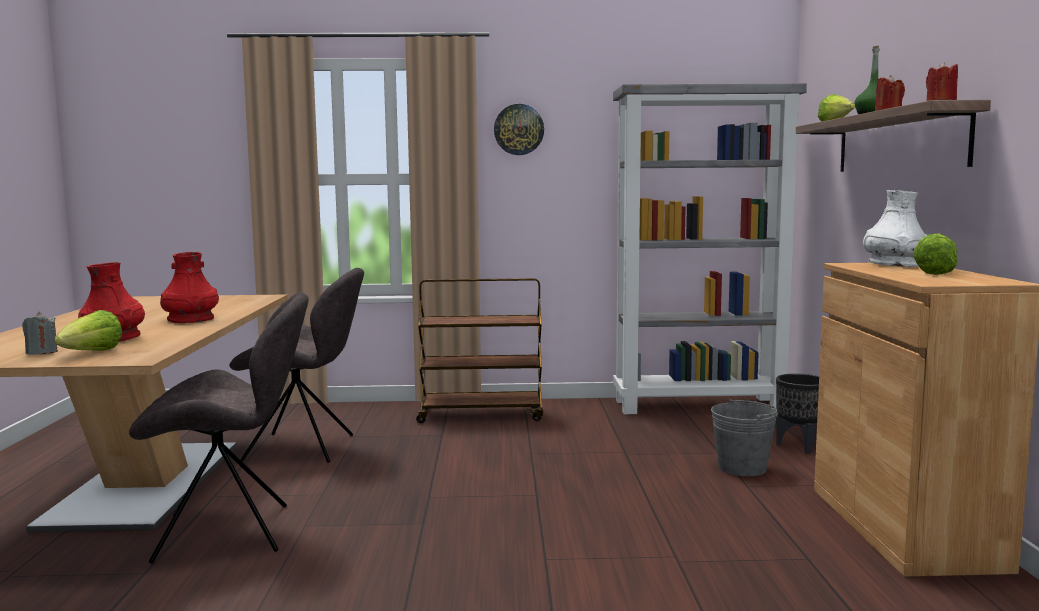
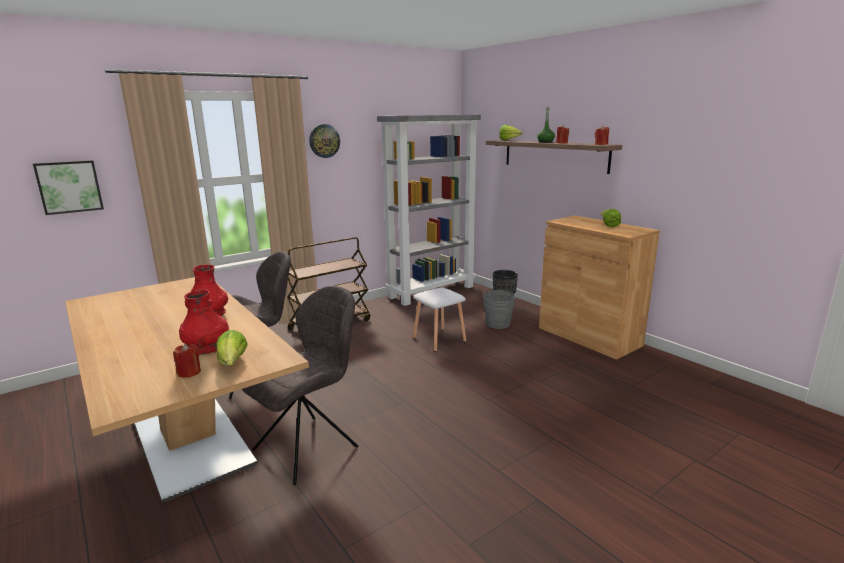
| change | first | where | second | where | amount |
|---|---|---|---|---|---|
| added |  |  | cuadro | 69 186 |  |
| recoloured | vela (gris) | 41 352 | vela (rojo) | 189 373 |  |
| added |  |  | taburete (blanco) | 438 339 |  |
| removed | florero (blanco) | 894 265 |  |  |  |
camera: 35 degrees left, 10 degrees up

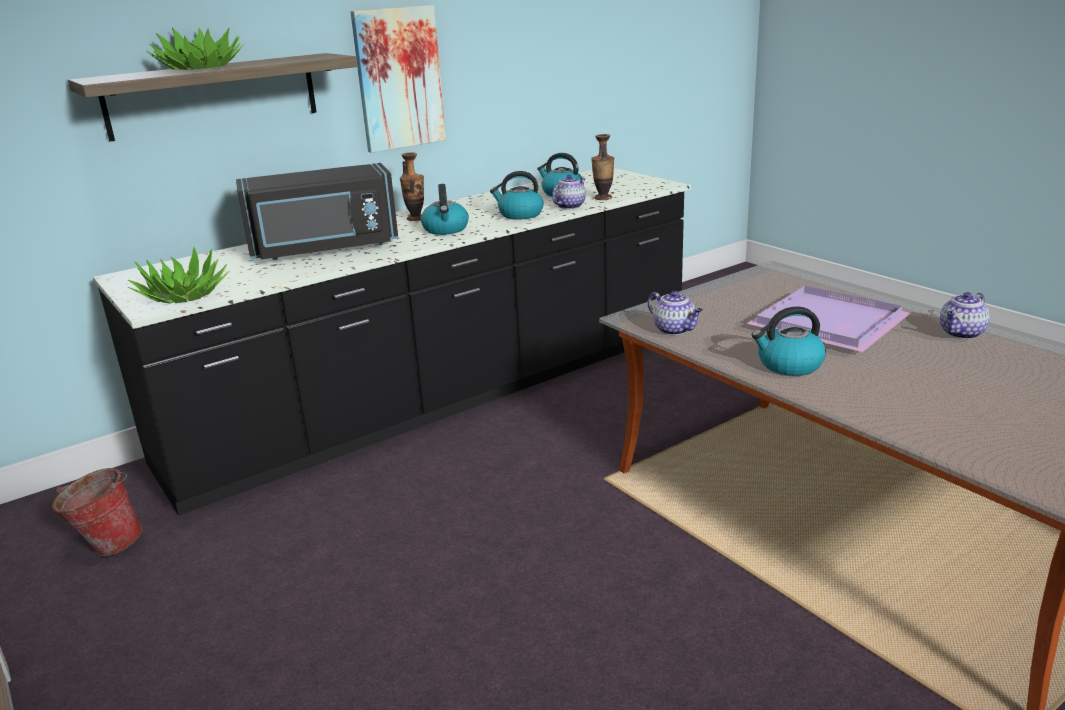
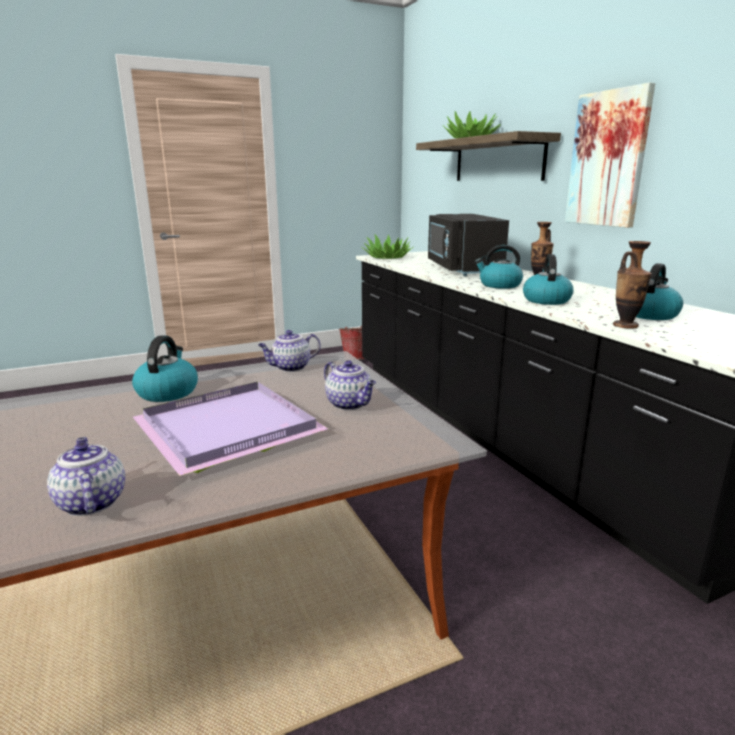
| change | first | where | second | where | amount |
|---|---|---|---|---|---|
| moved | tetera | 569 206 |  | 350 404 |  |
camera: 100 degrees right, 5 degrees down

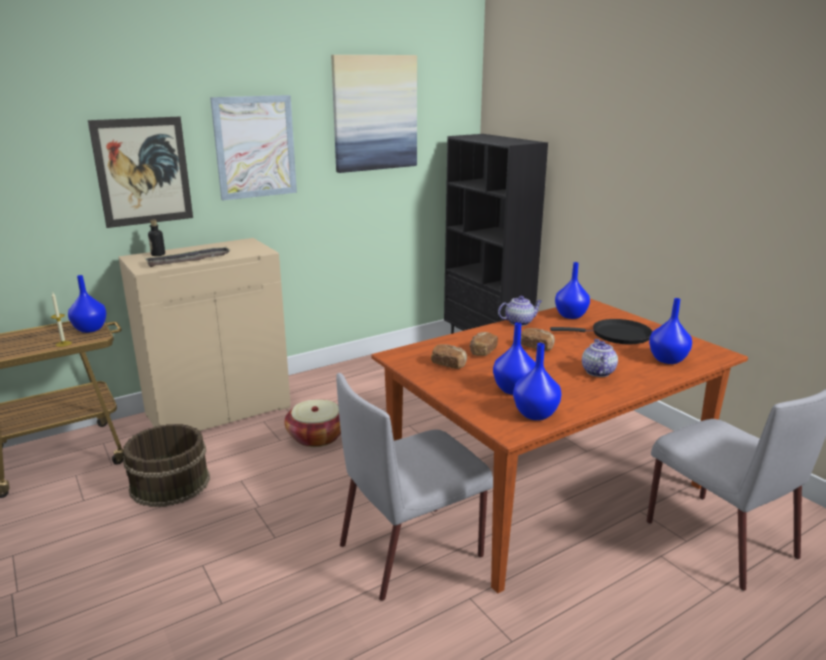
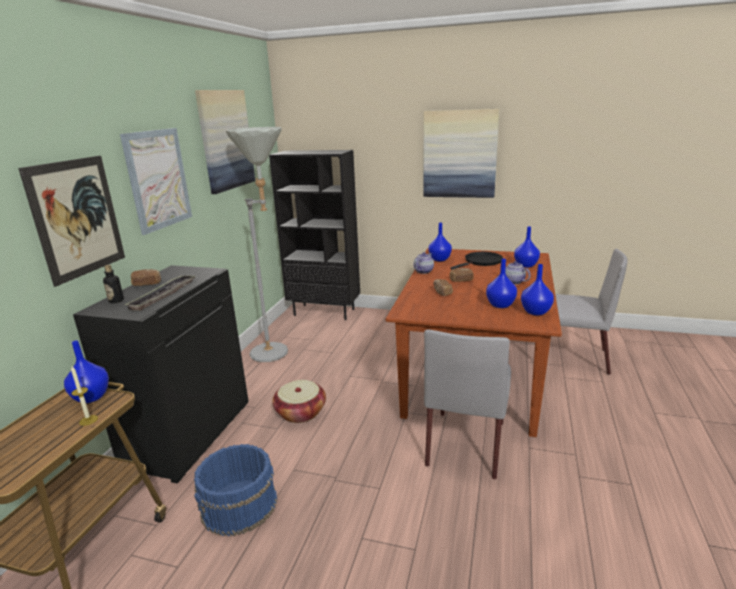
| change | first | where | second | where | amount |
|---|---|---|---|---|---|
| recoloured | armario (beis) | 219 410 | armario (negro) | 189 434 |  |
| moved | pan | 449 364 |  | 147 284 |  |
| recoloured | cubo (marrón) | 169 484 | cubo (azul) | 239 506 |  |
| added |  |  | lámpara de pie (gris) | 277 352 |  |
| added |  |  | cuadro | 459 154 |  |
camera: 40 degrees left, 0 degrees up

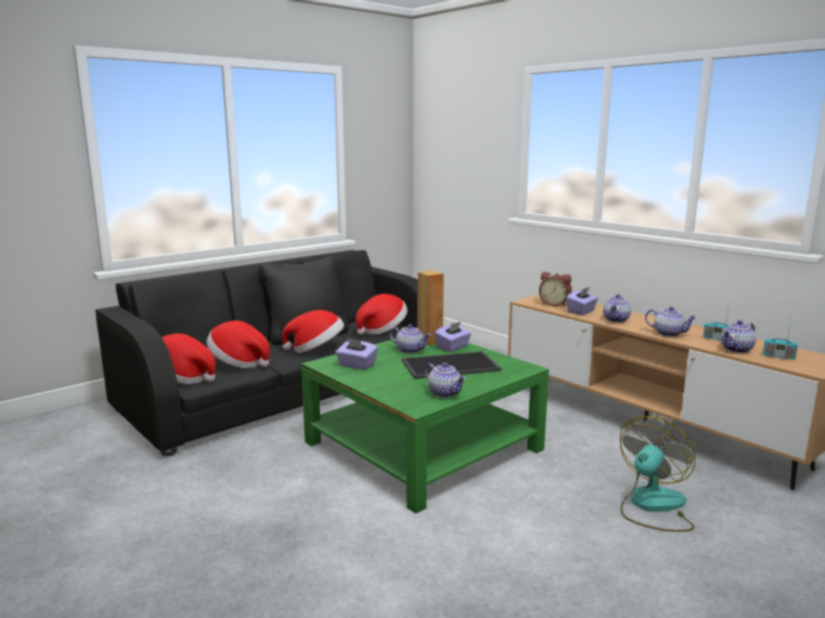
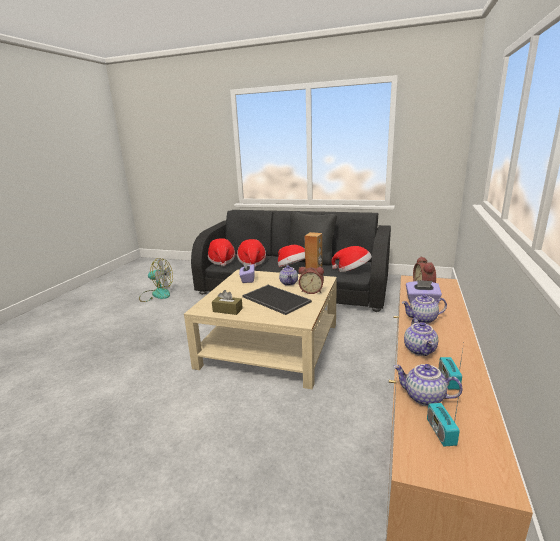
| change | first | where | second | where | amount |
|---|---|---|---|---|---|
| moved | ventilador | 652 506 |  | 156 294 |  |
| recoloured | mesa de centro (verde) | 423 445 | mesa de centro (beis) | 270 345 |  |
| replaced | tetera | 445 393 | caja de pañuelos (marrón) | 227 310 |  |
| replaced | caja de pañuelos (morado) | 453 347 | despertador | 311 291 |  |
camera: 60 degrees right, 5 degrees up

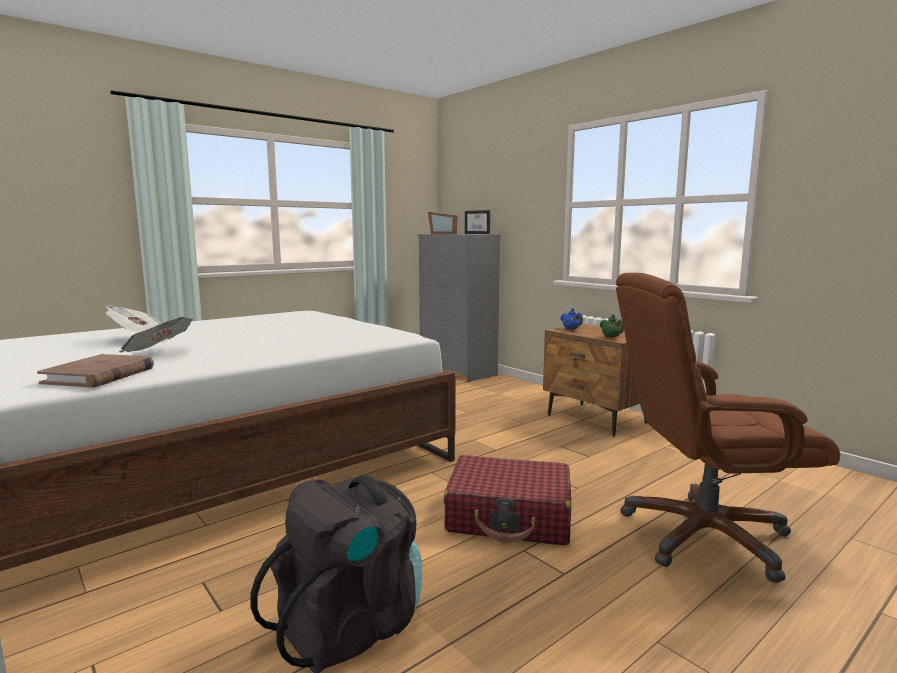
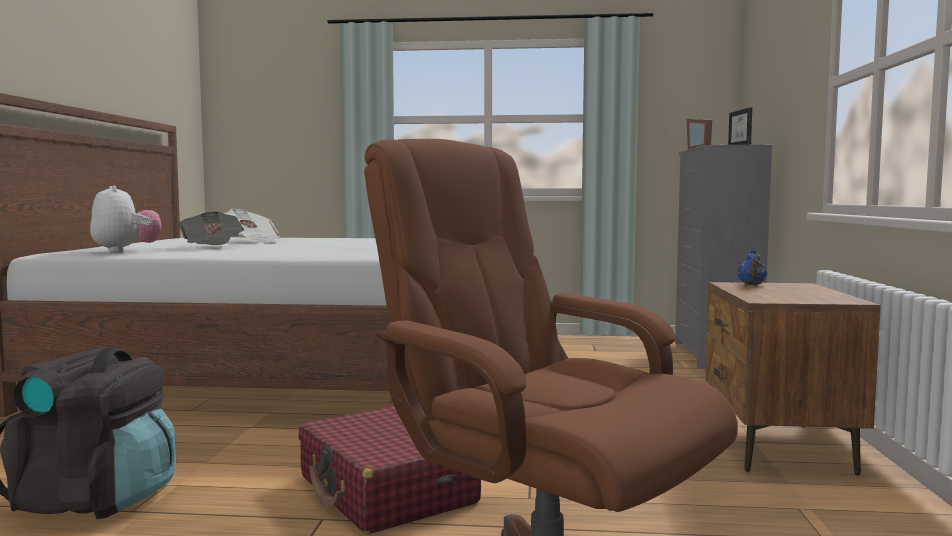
| change | first | where | second | where | amount |
|---|---|---|---|---|---|
| replaced | libro (marrón) | 100 375 | peluche | 126 251 |  |
| removed | tetera (verde) | 611 337 |  |  |  |
camera: 45 degrees right, 5 degrees down

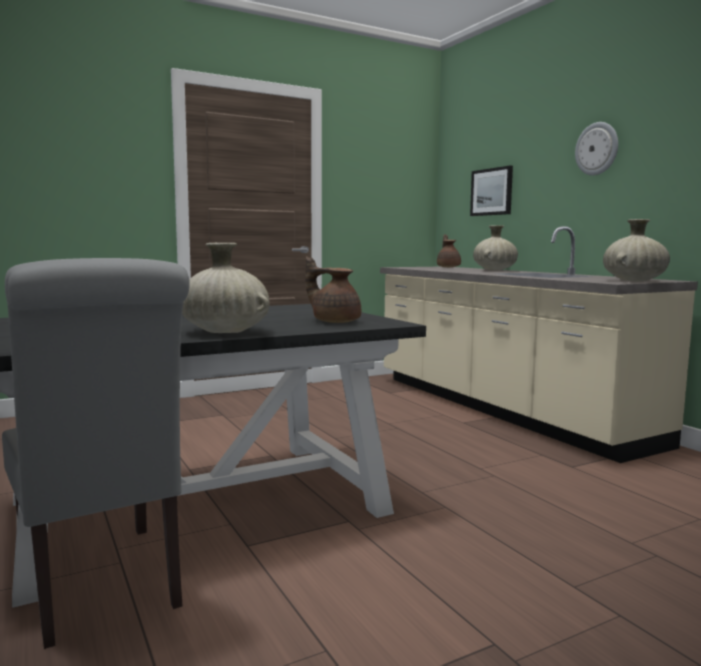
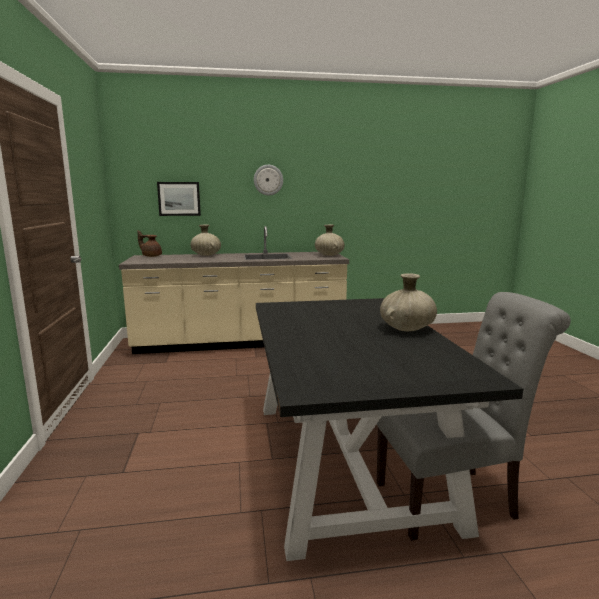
| change | first | where | second | where | amount |
|---|---|---|---|---|---|
| removed | tetera (marrón) | 335 321 |  |  |  |
camera: 70 degrees left, 5 degrees up

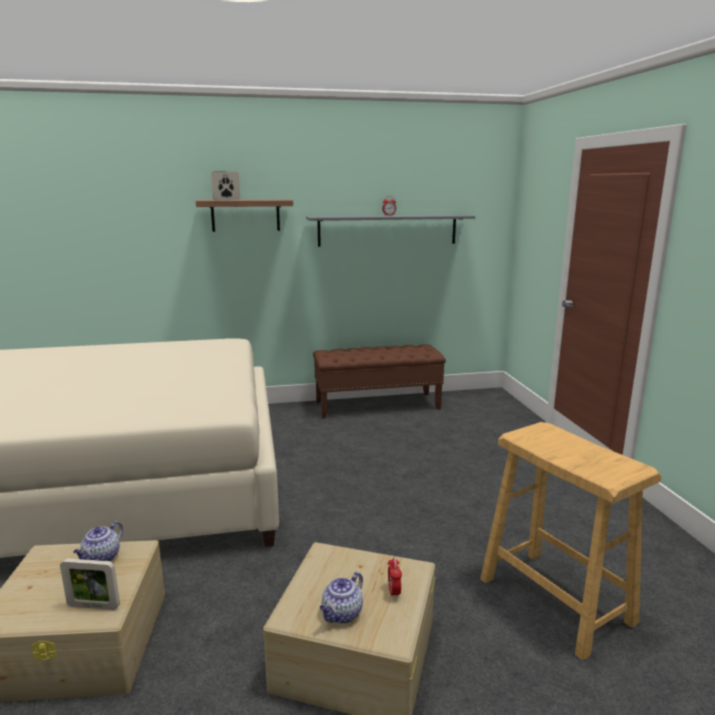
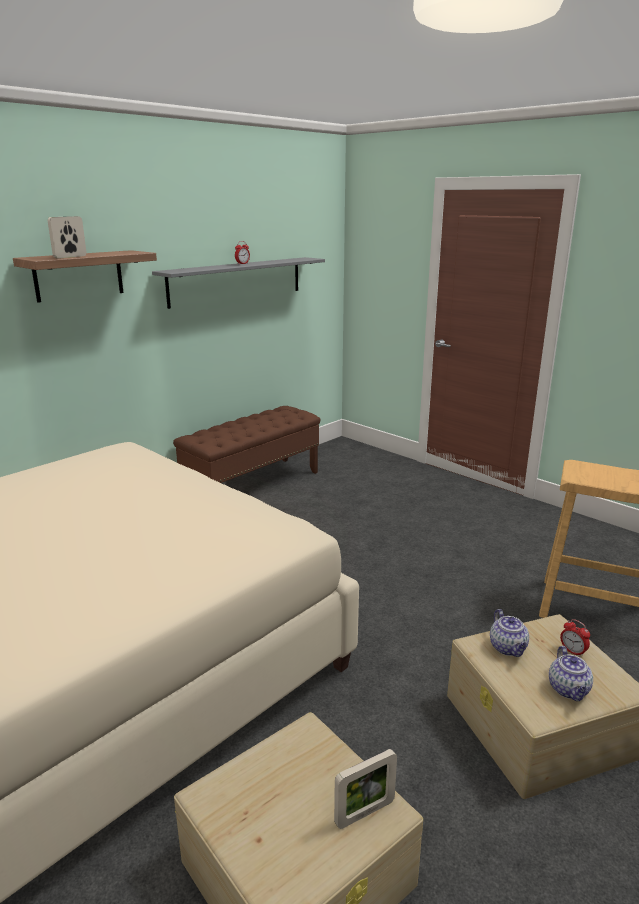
| change | first | where | second | where | amount |
|---|---|---|---|---|---|
| moved | tetera | 101 558 |  | 508 648 |  |
camera: 35 degrees left, 5 degrees up

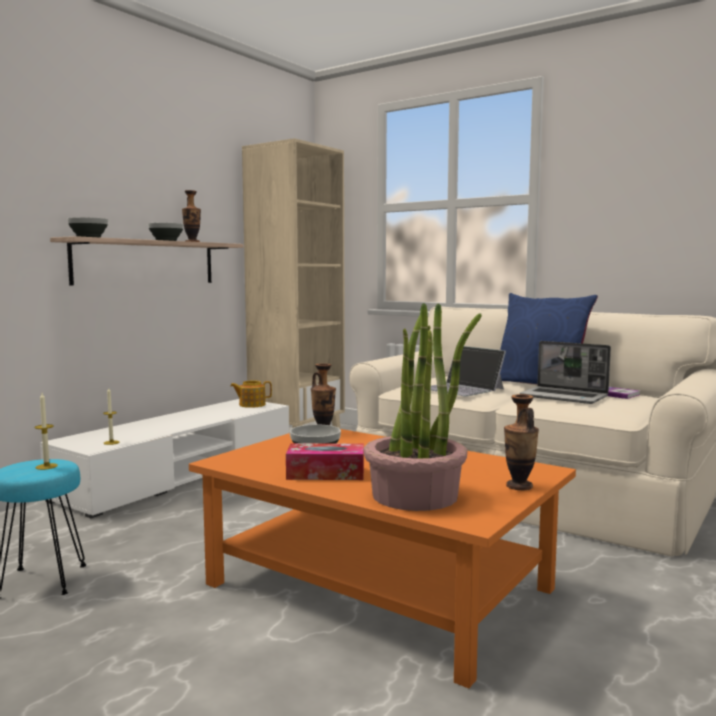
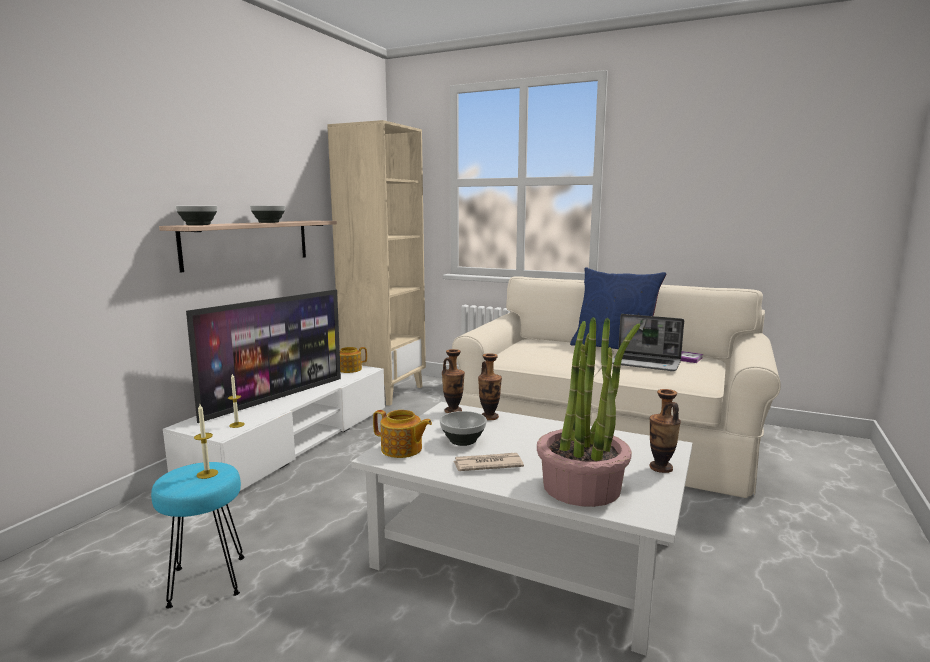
| change | first | where | second | where | amount |
|---|---|---|---|---|---|
| added |  |  | televisor | 275 398 |  |
| recoloured | mesa de centro (naranja) | 379 586 | mesa de centro (blanco) | 526 552 |  |
| added |  |  | tetera | 402 449 |  |
| replaced | caja de pañuelos | 326 473 | periódico | 487 465 |  |
| moved | florero | 192 242 |  | 489 417 |  |
| removed | portátil | 462 388 |  |  |  |
camera: 10 degrees left, 5 degrees up

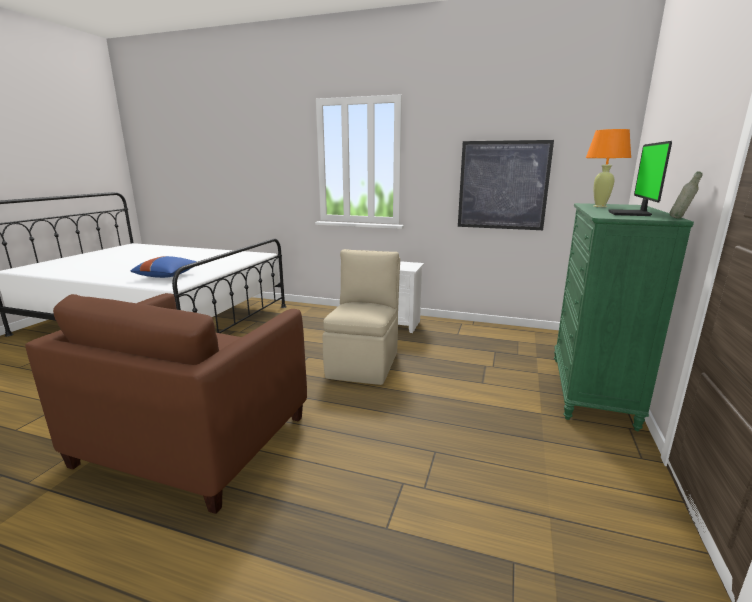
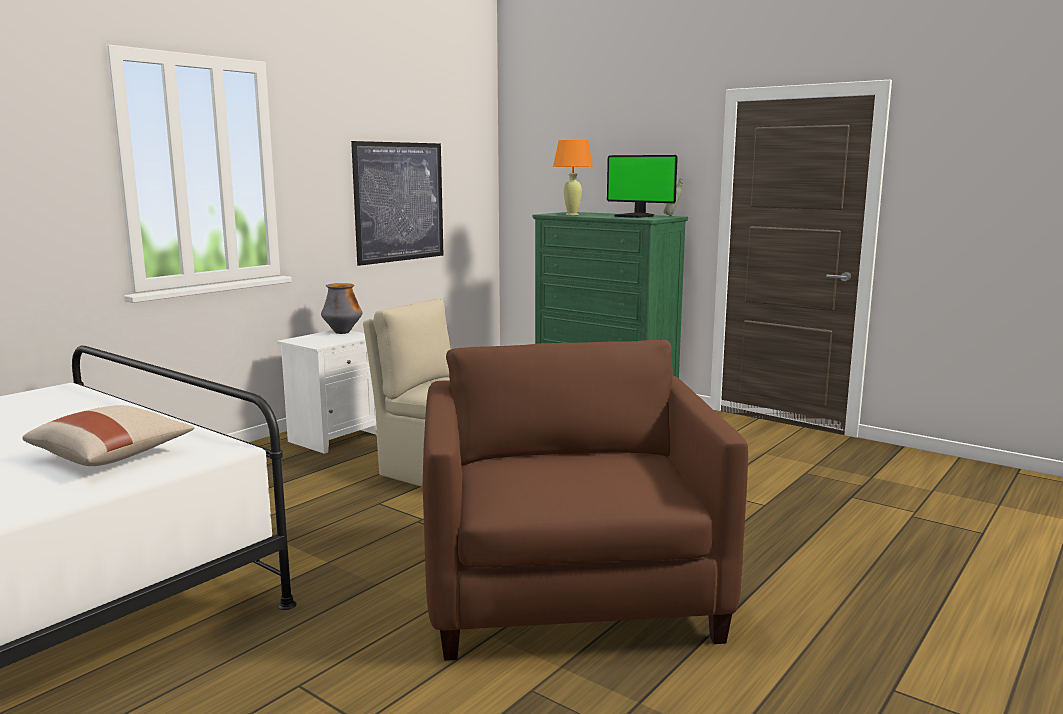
| change | first | where | second | where | amount |
|---|---|---|---|---|---|
| recoloured | cojín (azul) | 168 276 | cojín (beis) | 113 456 |  |
| added |  |  | florero | 342 332 |  |
| turned | sillón (marrón) | 195 440 |  | 569 591 | 135 degrees counterclockwise |
camera: 70 degrees left, 5 degrees down

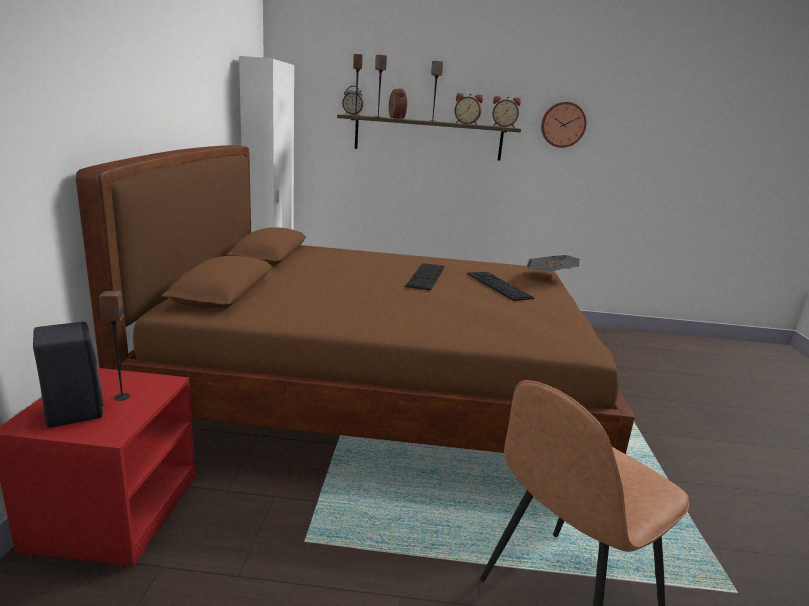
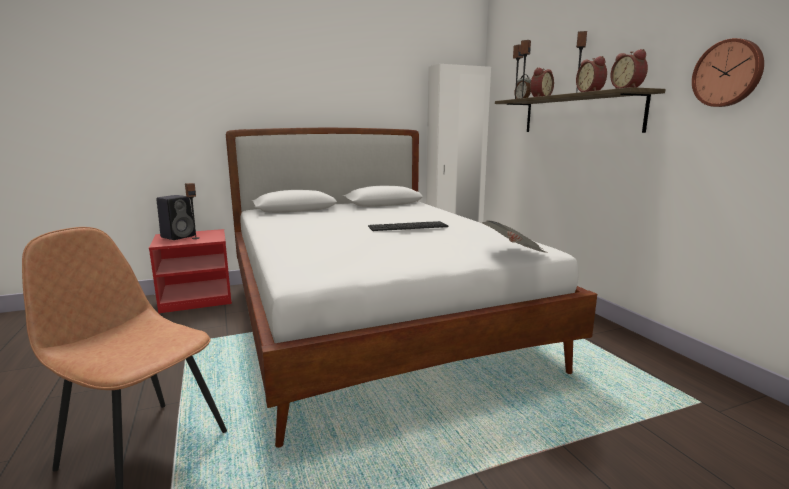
| change | first | where | second | where | amount |
|---|---|---|---|---|---|
| recoloured | cama (marrón) | 377 395 | cama (blanco) | 373 321 |  |
| removed | teclado | 498 285 |  |  |  |
camera: 65 degrees right, 5 degrees down

